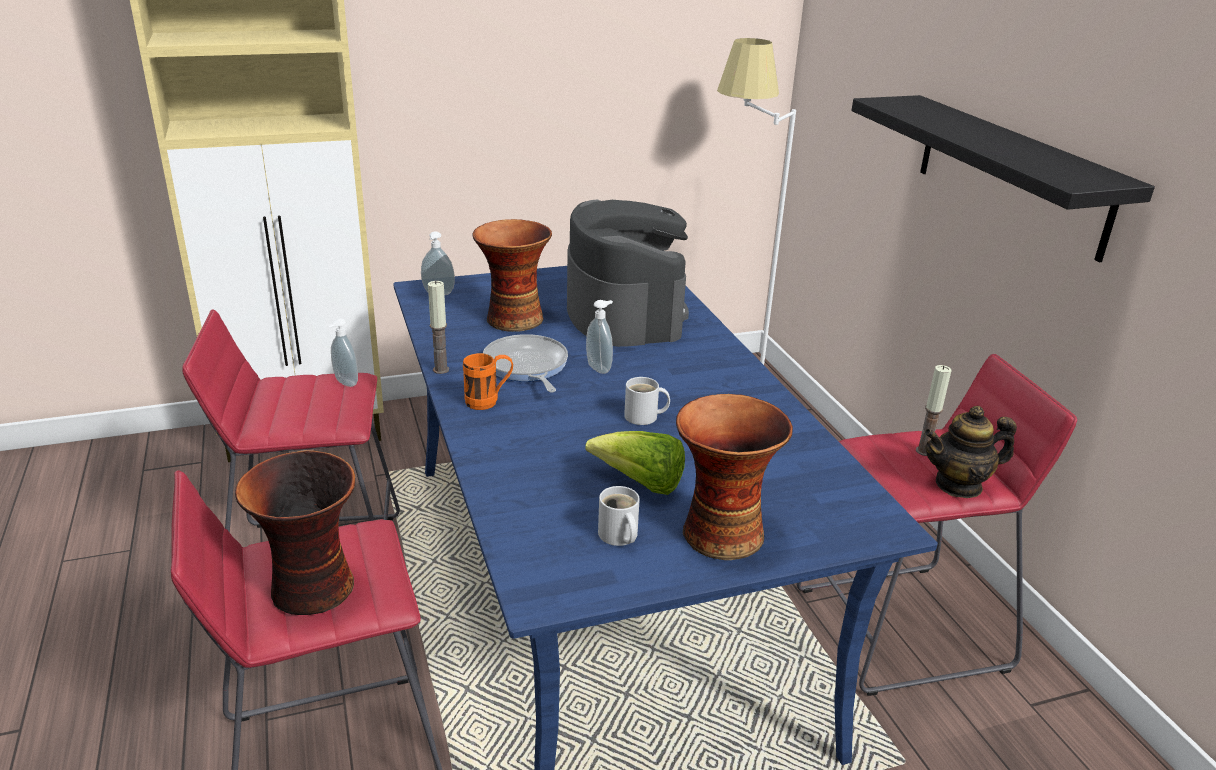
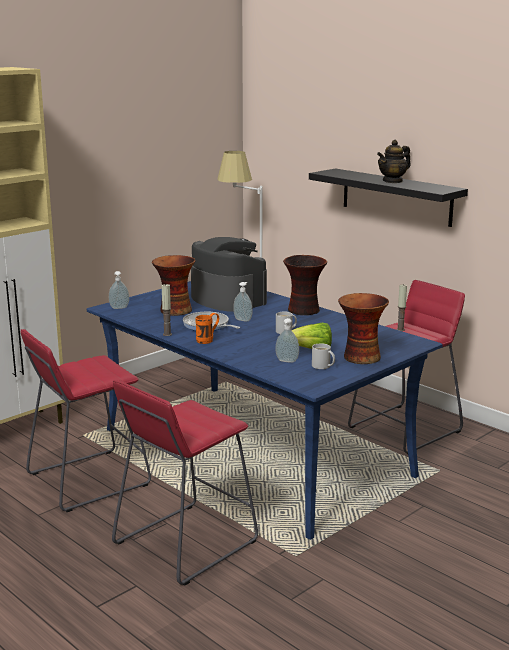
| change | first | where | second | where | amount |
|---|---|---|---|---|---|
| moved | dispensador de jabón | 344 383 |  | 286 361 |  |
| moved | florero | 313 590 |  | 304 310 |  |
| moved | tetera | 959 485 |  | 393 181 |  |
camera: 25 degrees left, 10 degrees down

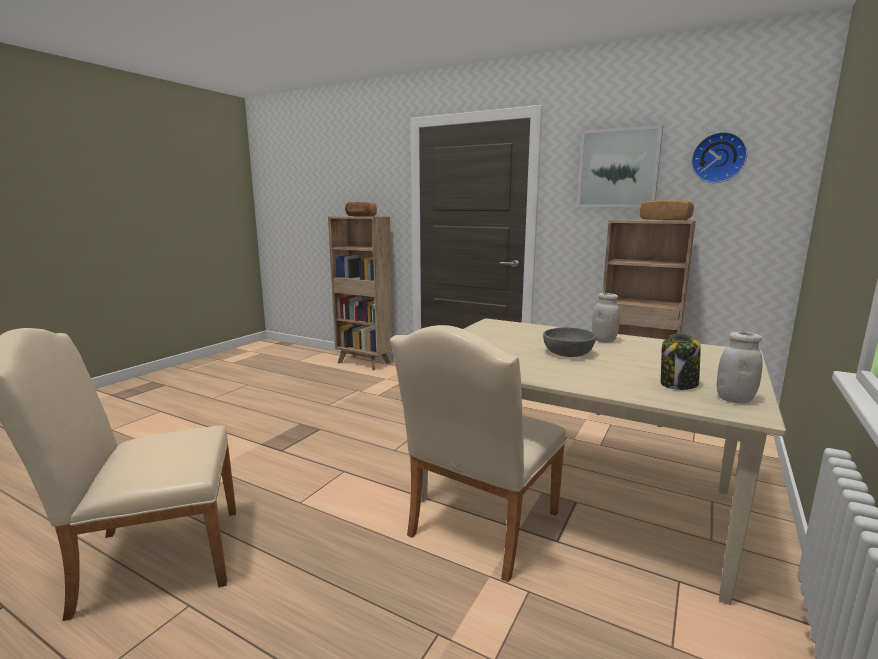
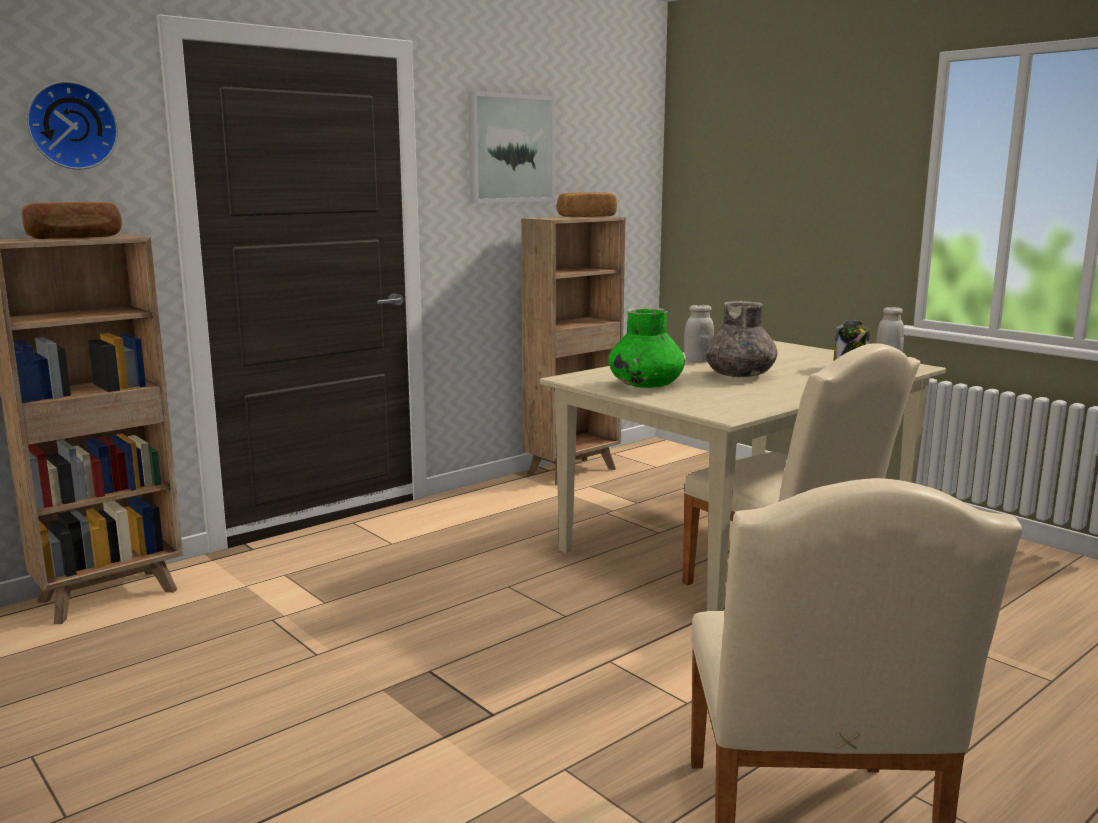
| change | first | where | second | where | amount |
|---|---|---|---|---|---|
| moved | reloj de pared | 718 158 |  | 71 126 |  |
| added |  |  | florero (verde) | 645 385 |  |
| replaced | cuenco (gris) | 568 353 | florero (gris) | 740 375 |  |
camera: 70 degrees left, 0 degrees up

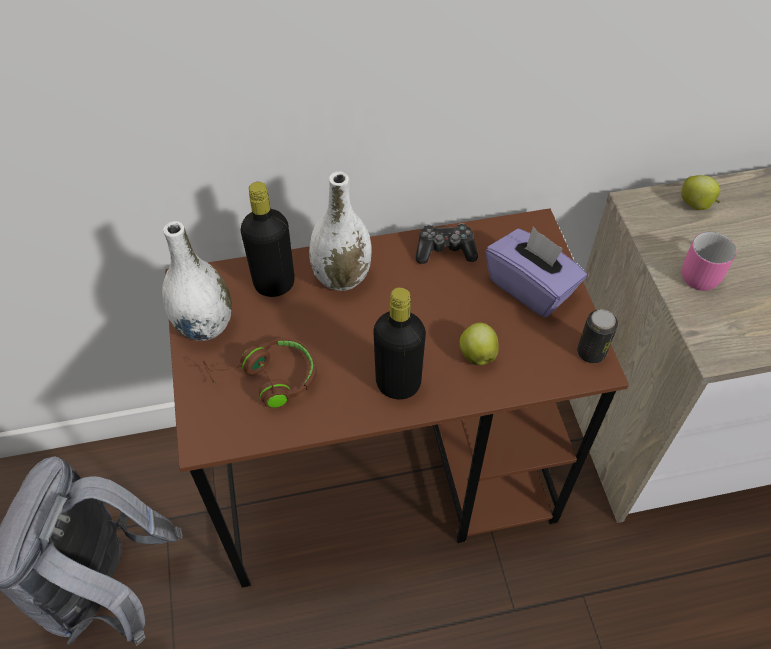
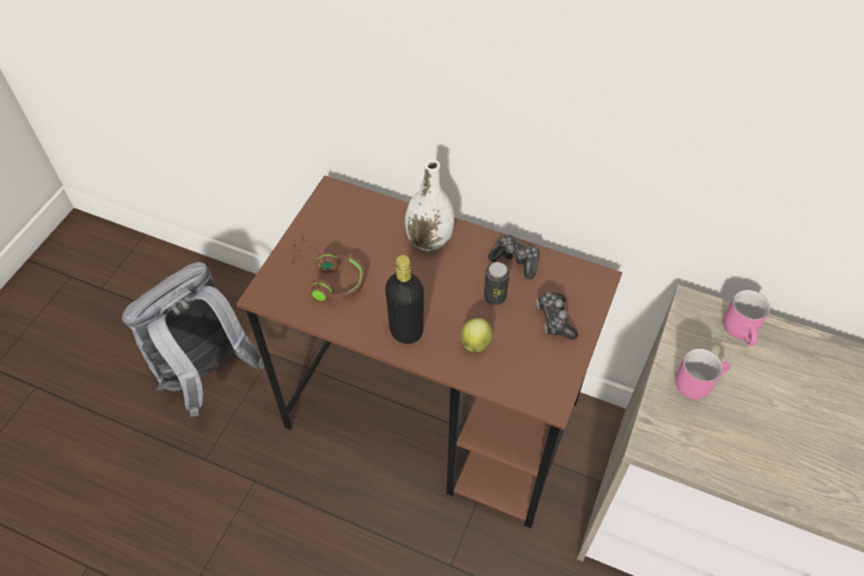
| change | first | where | second | where | amount |
|---|---|---|---|---|---|
| moved | lata | 591 352 |  | 495 296 |  |
| replaced | caja de pañuelos (morado) | 531 287 | mando de consola | 554 320 |  |
| replaced | manzana | 696 205 | taza grande (rosa) | 743 331 |  |
| removed | florero (blanco) | 205 325 |  |  |  |
| removed | botella (negro) | 274 284 |  |  |  |
camera: 35 degrees right, 0 degrees up

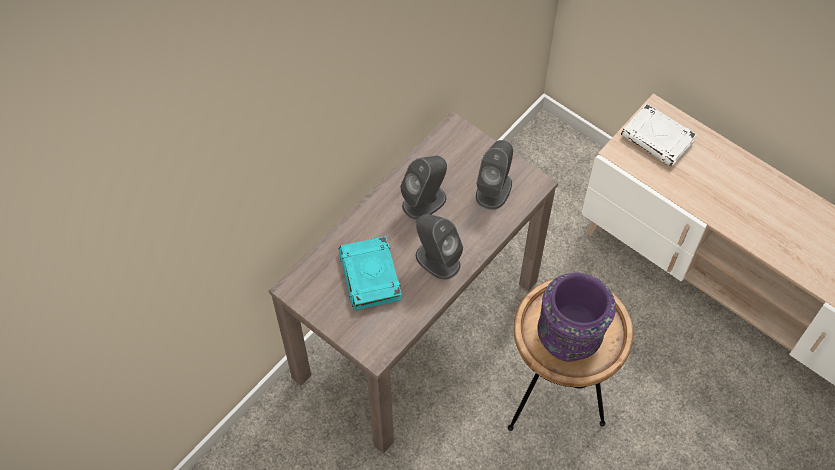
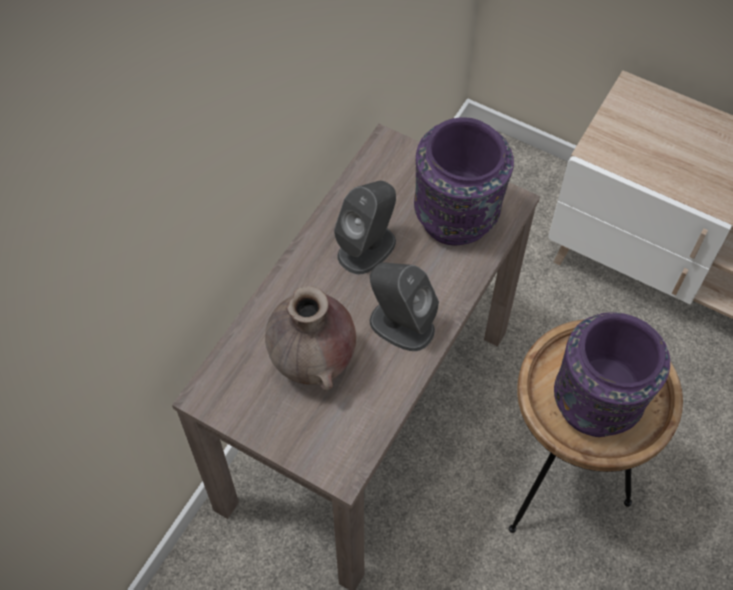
| change | first | where | second | where | amount |
|---|---|---|---|---|---|
| replaced | libro (turquesa) | 371 276 | florero (marrón) | 313 363 |  |
| replaced | altavoz (gris) | 494 189 | florero (morado) | 457 218 |  |
| removed | libro (blanco) | 658 139 |  |  |  |
camera: 10 degrees left, 0 degrees up

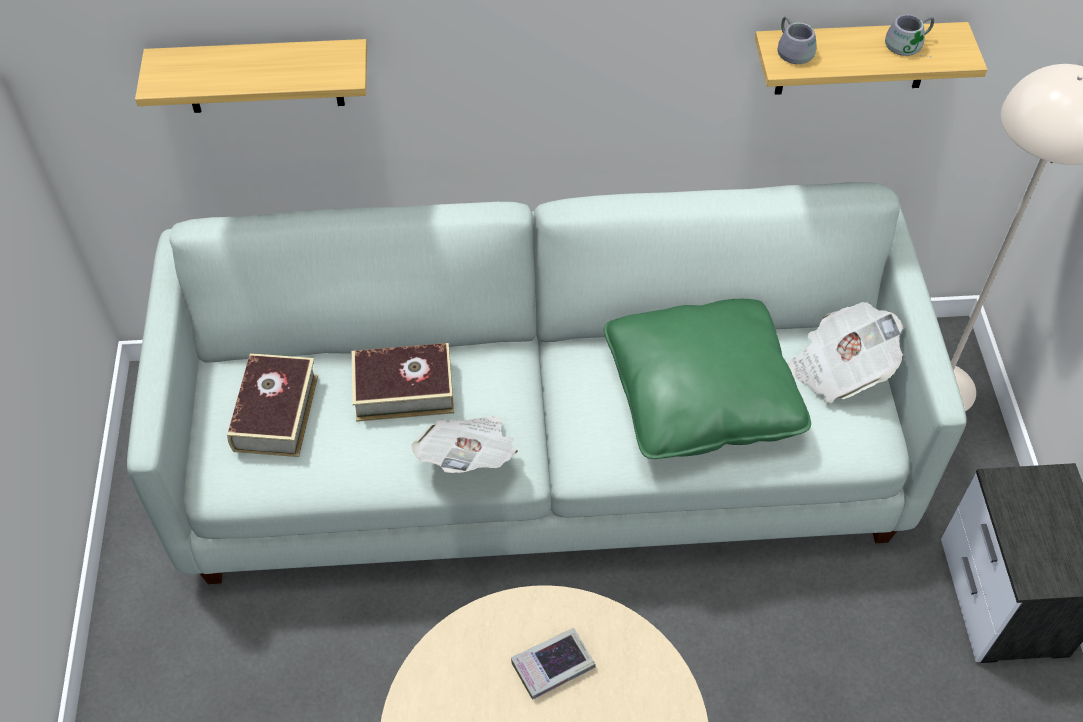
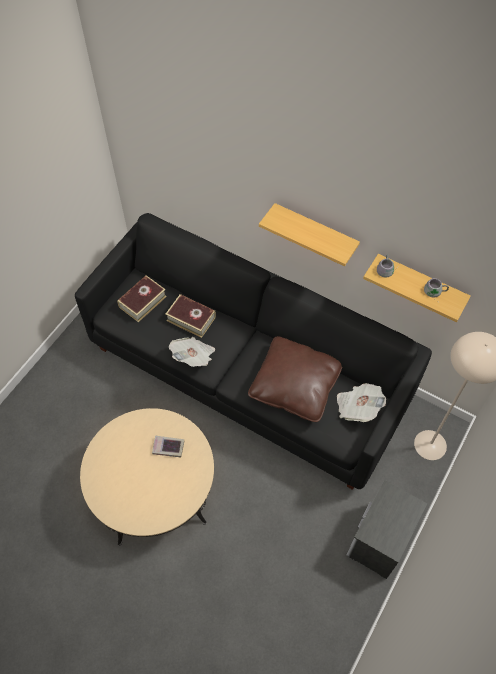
| change | first | where | second | where | amount |
|---|---|---|---|---|---|
| recoloured | sofá (blanco) | 542 453 | sofá (negro) | 248 373 |  |
| recoloured | cojín (verde) | 701 396 | cojín (marrón) | 295 385 |  |
| moved | estante | 262 76 |  | 315 233 |  |
camera: 35 degrees right, 5 degrees up

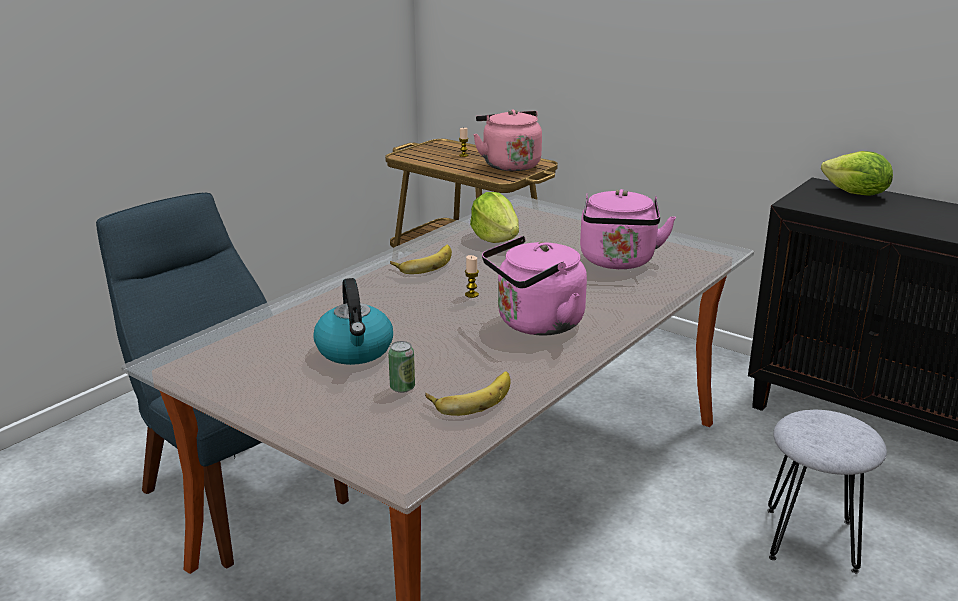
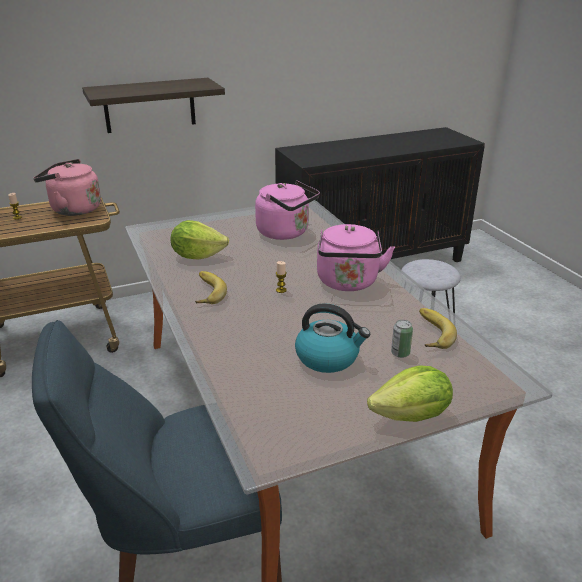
| change | first | where | second | where | amount |
|---|---|---|---|---|---|
| added |  |  | estante | 149 105 |  |
| moved | lechuga | 856 194 |  | 412 416 |  |
camera: 60 degrees left, 5 degrees up

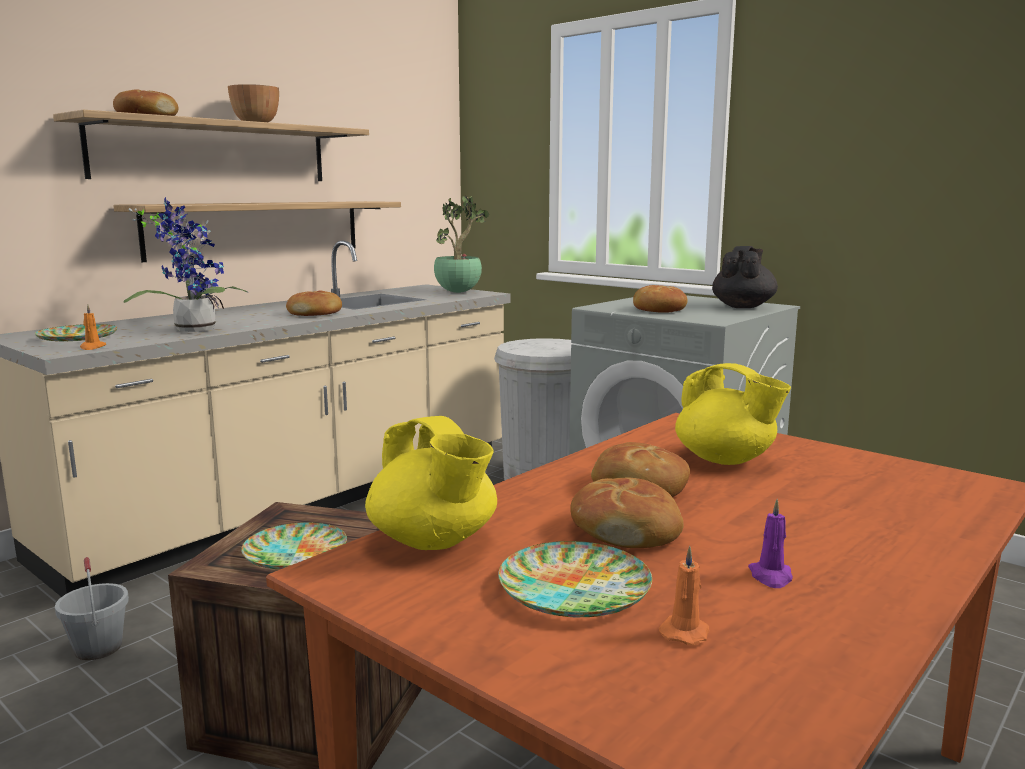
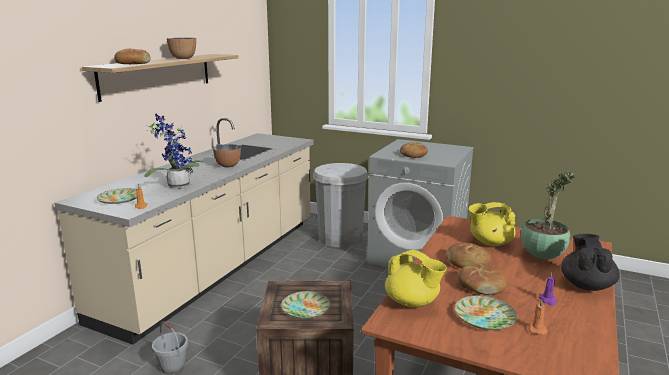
| change | first | where | second | where | amount |
|---|---|---|---|---|---|
| replaced | pan | 316 313 | cuenco | 228 166 |  |
| turned | tetera (amarillo) | 725 460 |  | 490 242 | 150 degrees clockwise |
| moved | planta en maceta | 459 292 |  | 542 256 |  |
| moved | tetera (negro) | 743 307 |  | 586 285 |  |
| removed | estante | 257 228 |  |  |  |
camera: 15 degrees left, 5 degrees up

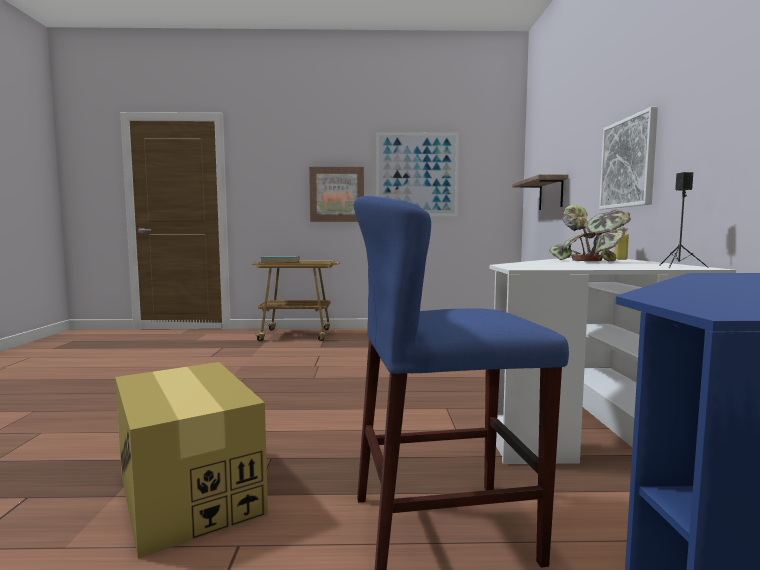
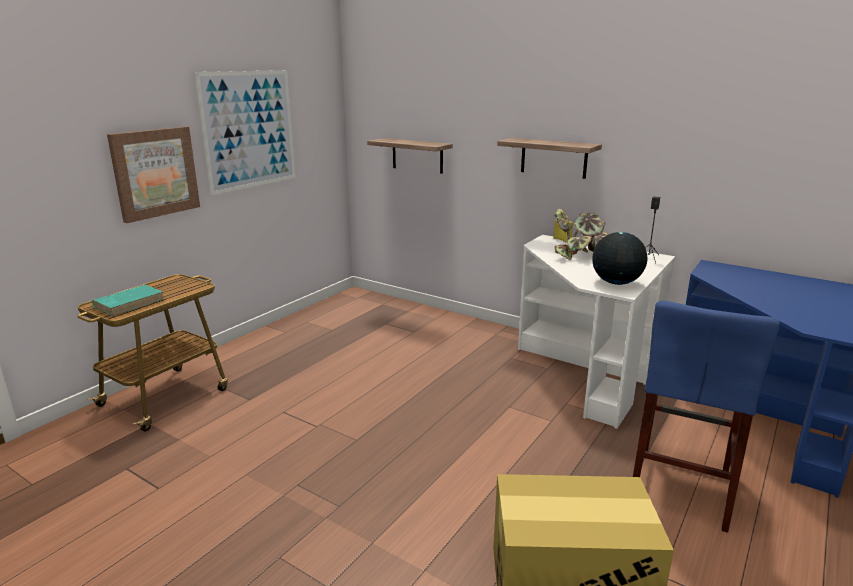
| change | first | where | second | where | amount |
|---|---|---|---|---|---|
| replaced | cuadro | 628 163 | estante | 553 158 |  |
| added |  |  | globo terráqueo | 616 283 |  |
camera: 55 degrees left, 15 degrees up

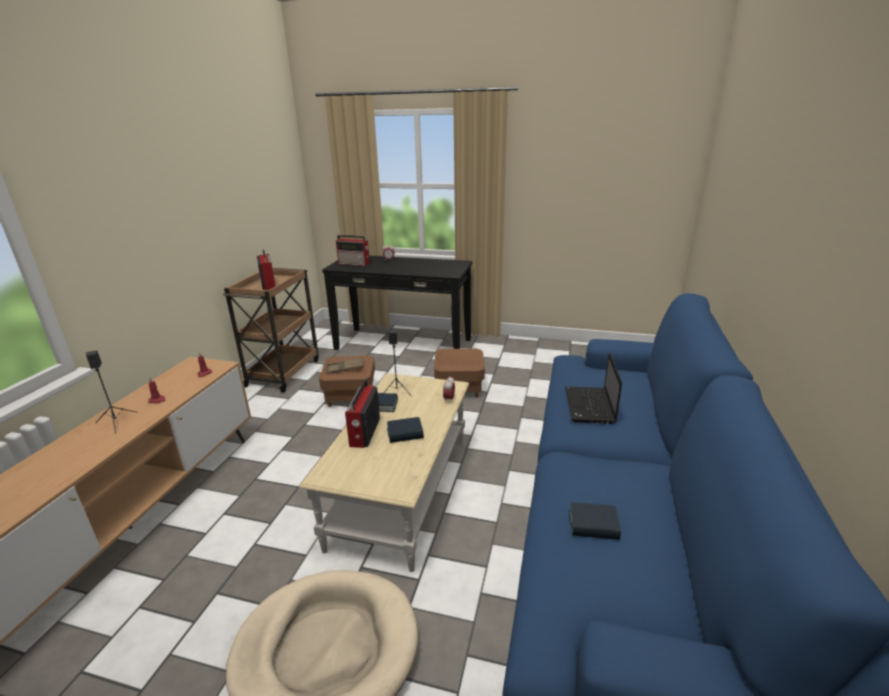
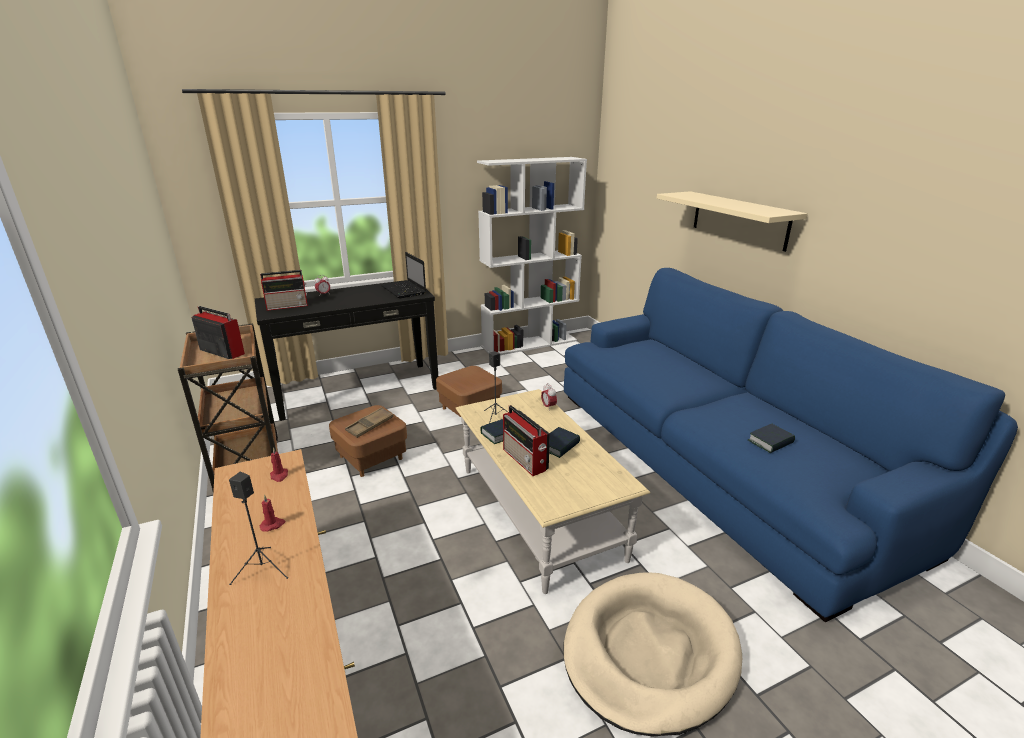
| change | first | where | second | where | amount |
|---|---|---|---|---|---|
| moved | portátil | 590 406 |  | 404 290 |  |
| added |  |  | estantería (blanco) | 530 343 |  |
| added |  |  | estante (beis) | 739 219 |  |
camera: 40 degrees left, 0 degrees up

